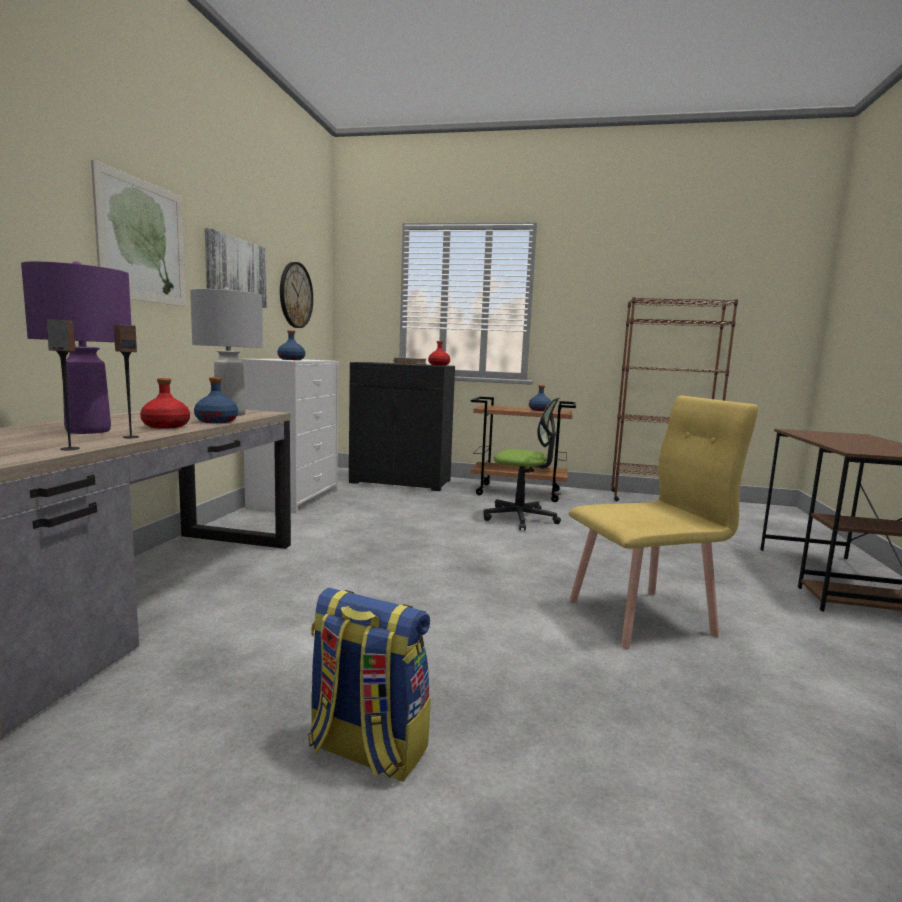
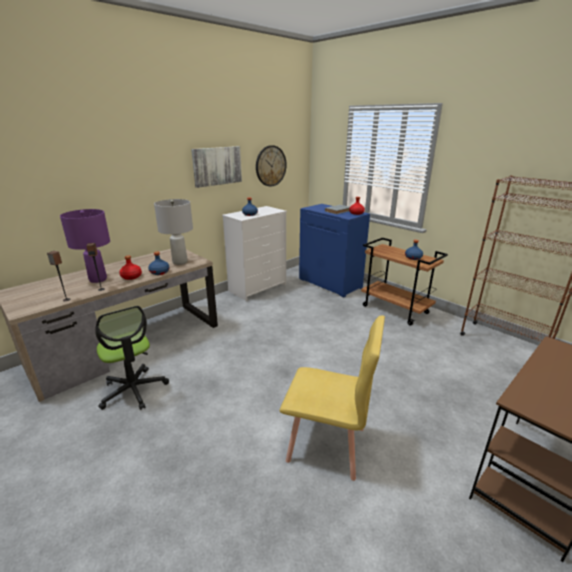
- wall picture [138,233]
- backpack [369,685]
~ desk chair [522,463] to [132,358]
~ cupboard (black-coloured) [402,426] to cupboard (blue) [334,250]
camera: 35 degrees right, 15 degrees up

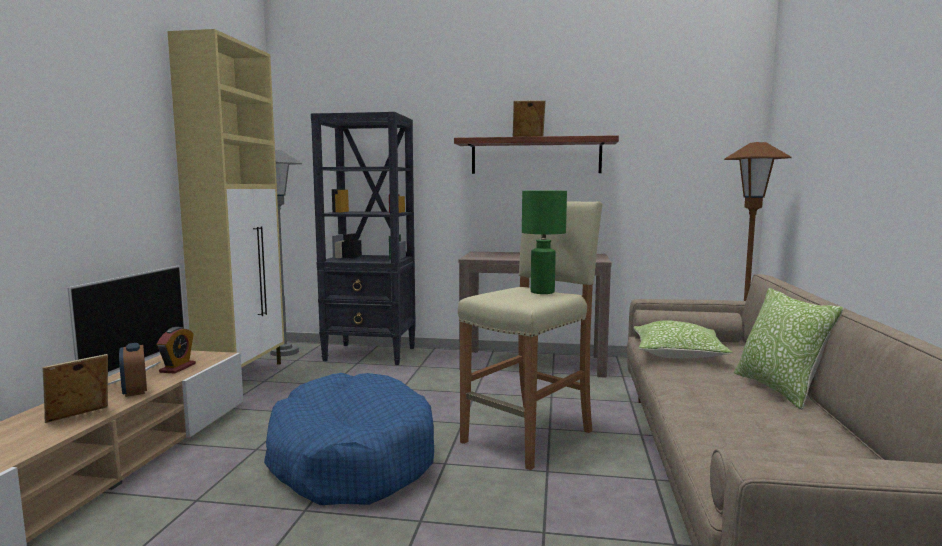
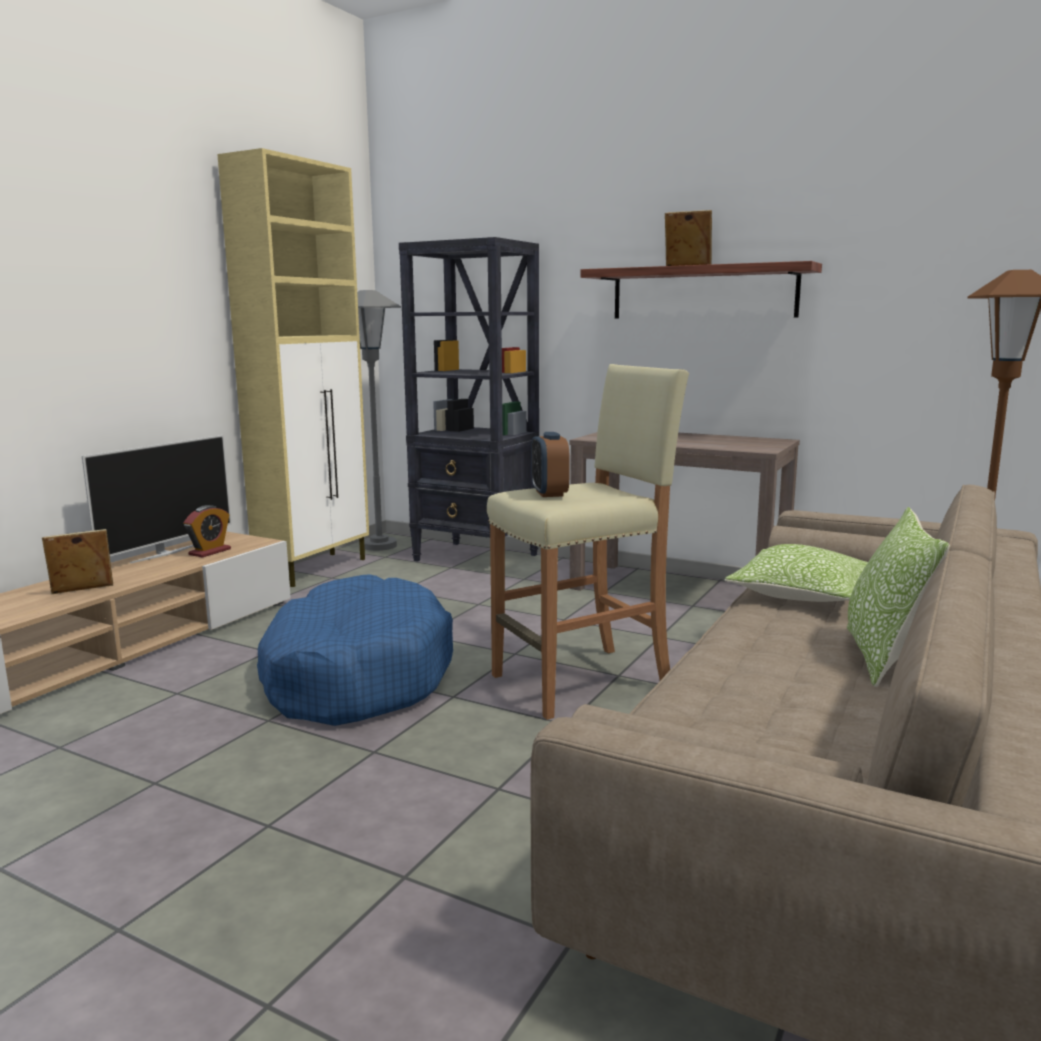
- tabletop lamp (greenish) [544,242]
~ table clock [133,370] to [550,464]
camera: 20 degrees right, 5 degrees up

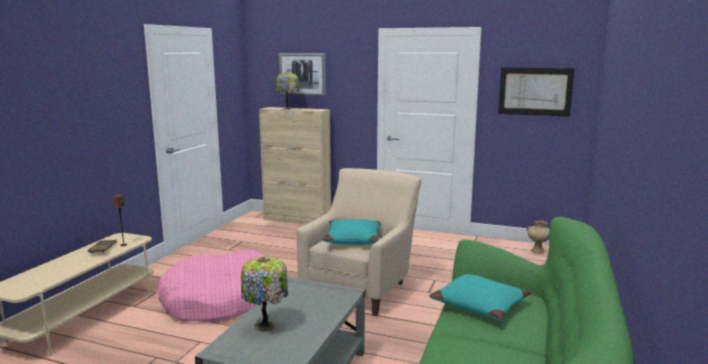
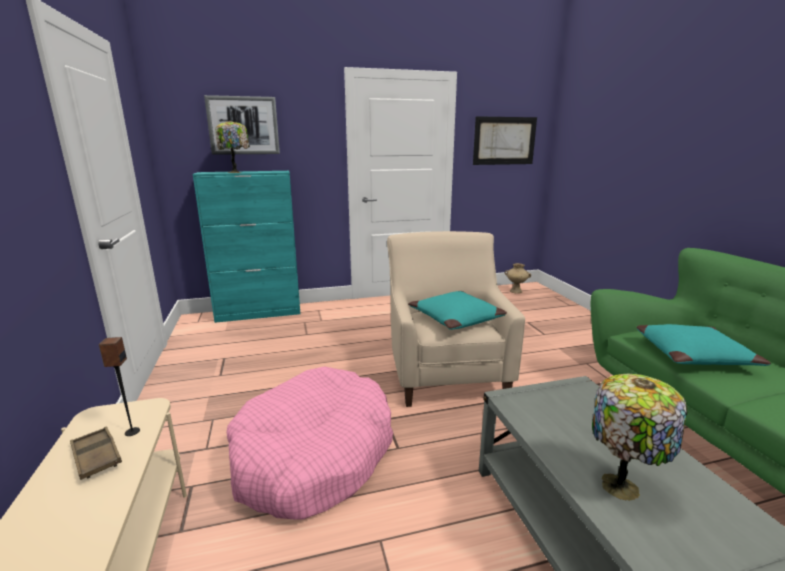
~ cupboard (beige) [295,166] to cupboard (blue-green) [246,247]
camera: 35 degrees left, 5 degrees up

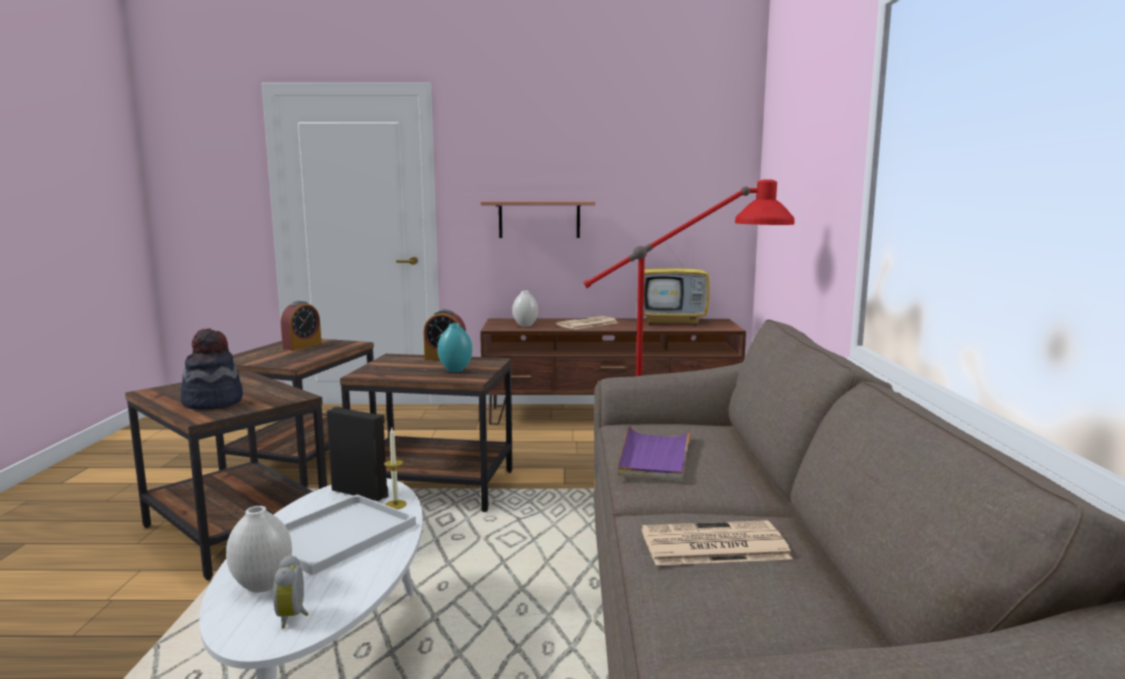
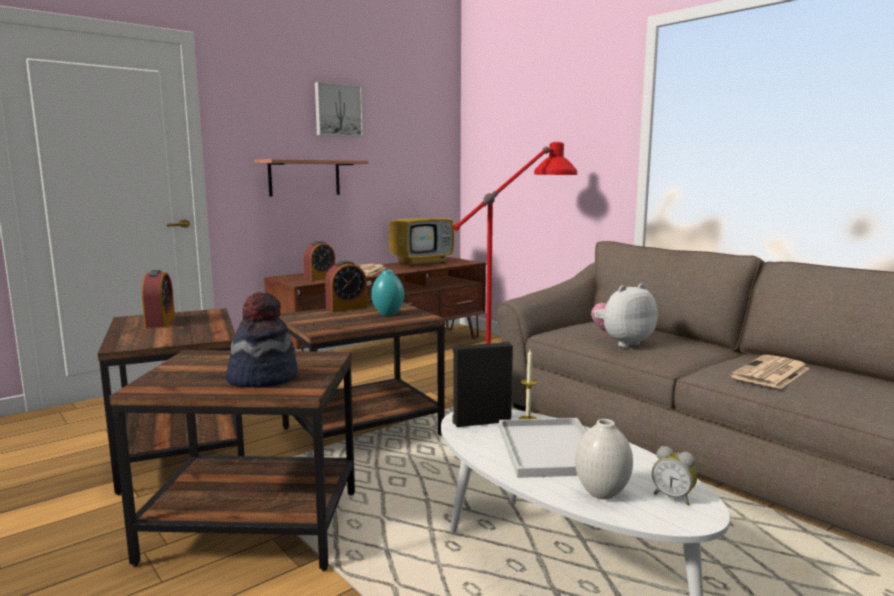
+ wall picture [339,109]
~ flower vase (white-coloured) [525,309] to table clock [319,261]
~ serving tray (purple-coloured) [655,452] to soft toy [624,315]
camera: 40 degrees left, 0 degrees up

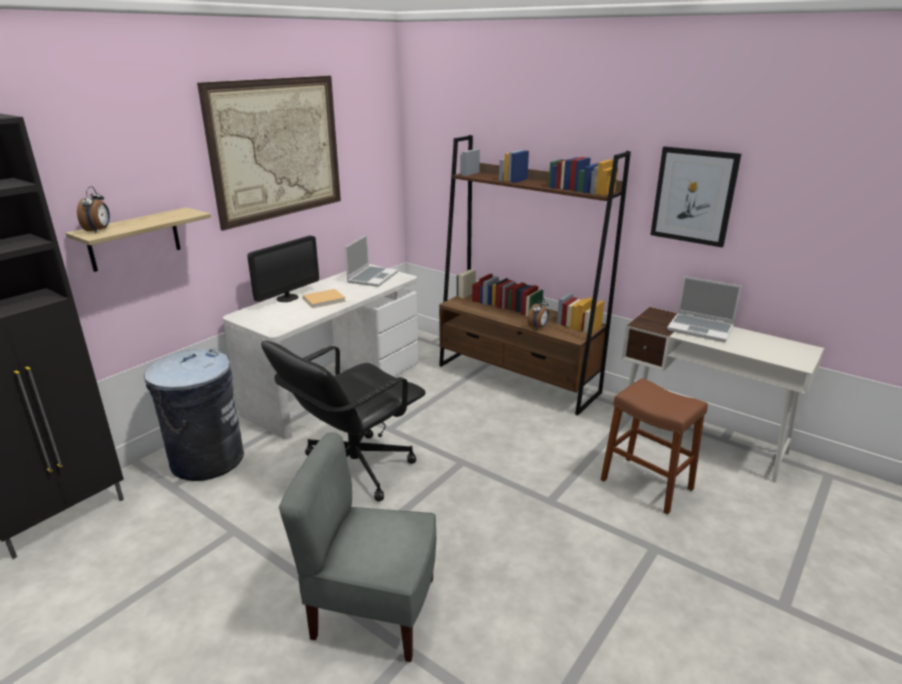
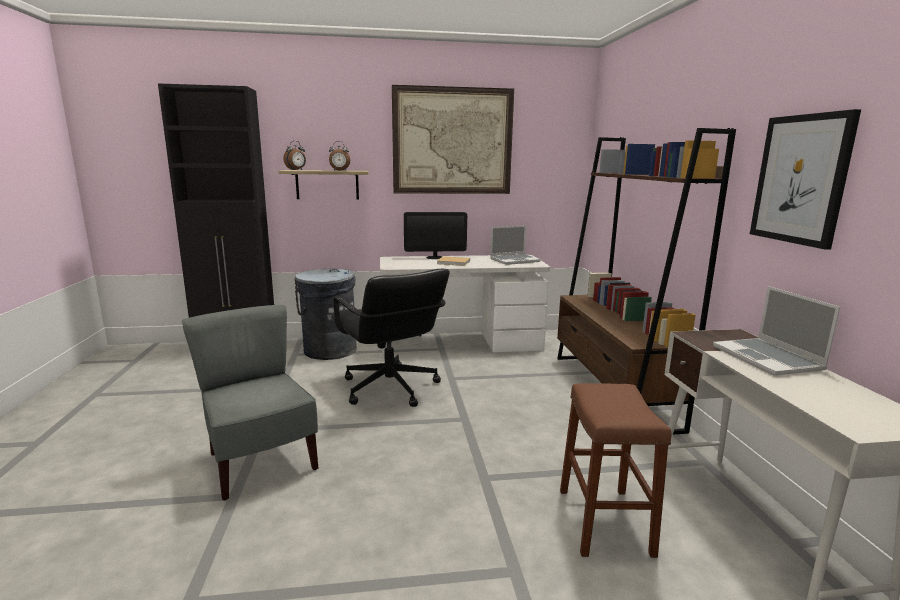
~ table clock [538,313] to [339,156]
~ desk chair (black-coloured) [343,421] = [390,338] 120 degrees counterclockwise
camera: 45 degrees right, 10 degrees down

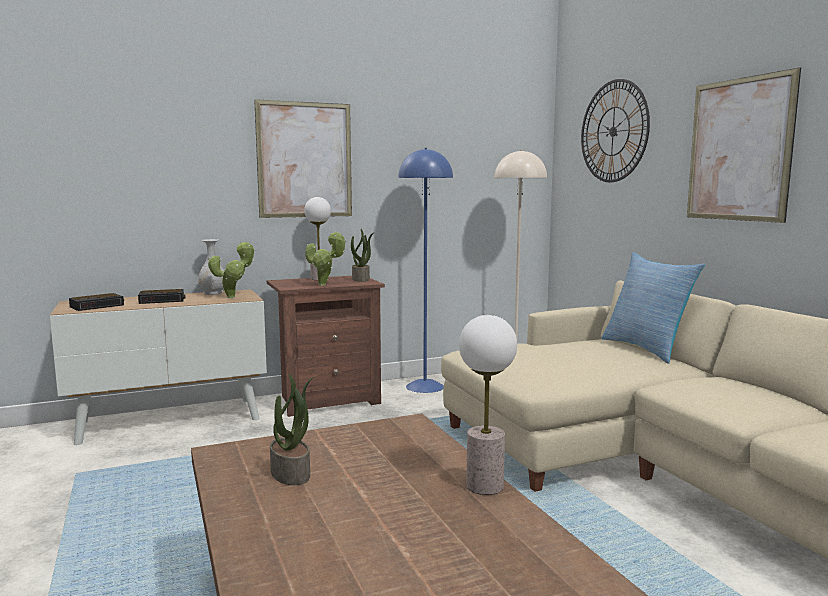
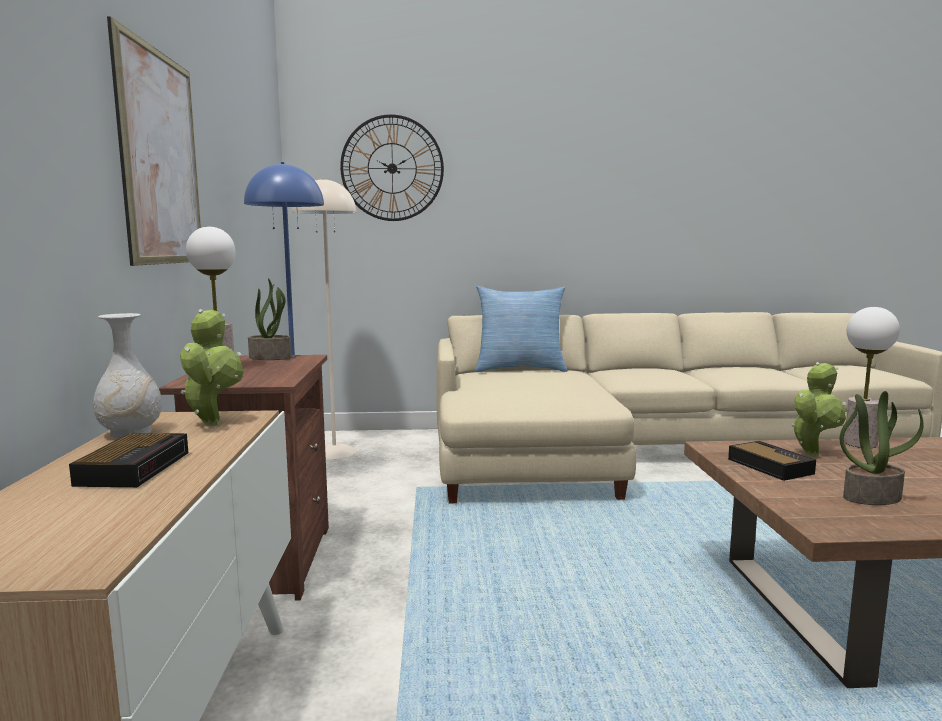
- wall picture [744,145]
~ table clock [96,302] to [772,461]
~ plant in a pot [325,258] to [818,409]
camera: 70 degrees left, 0 degrees up

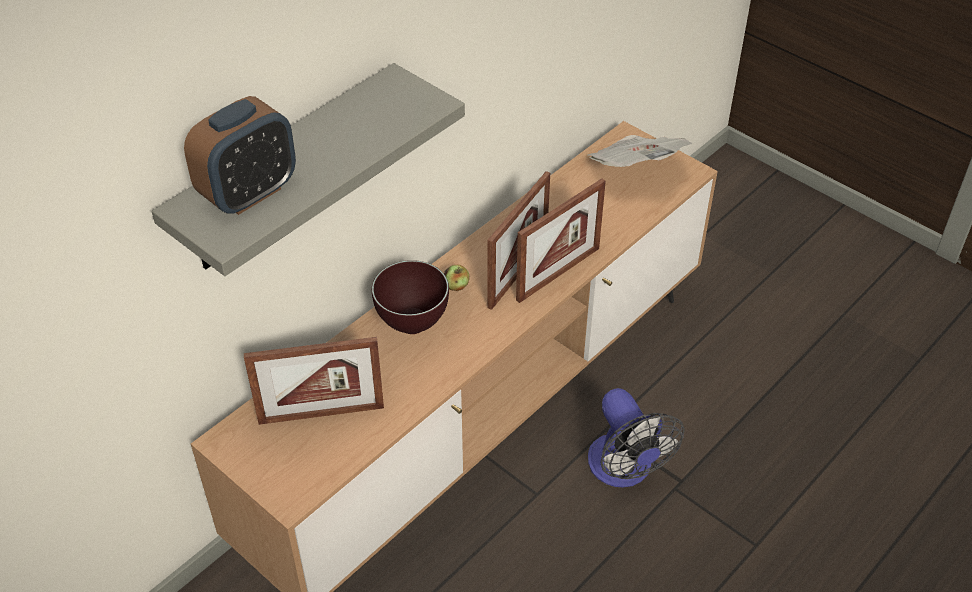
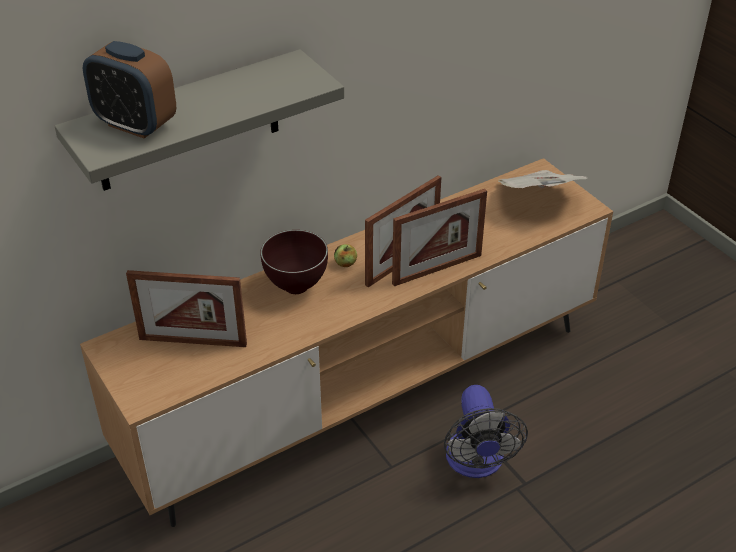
~ table clock [240,155] = [129,89] 60 degrees clockwise
camera: 15 degrees right, 5 degrees down

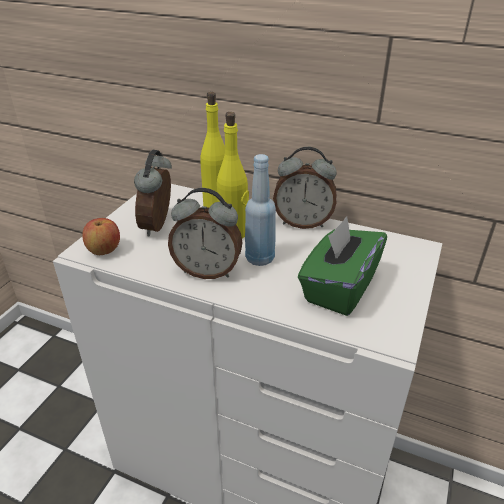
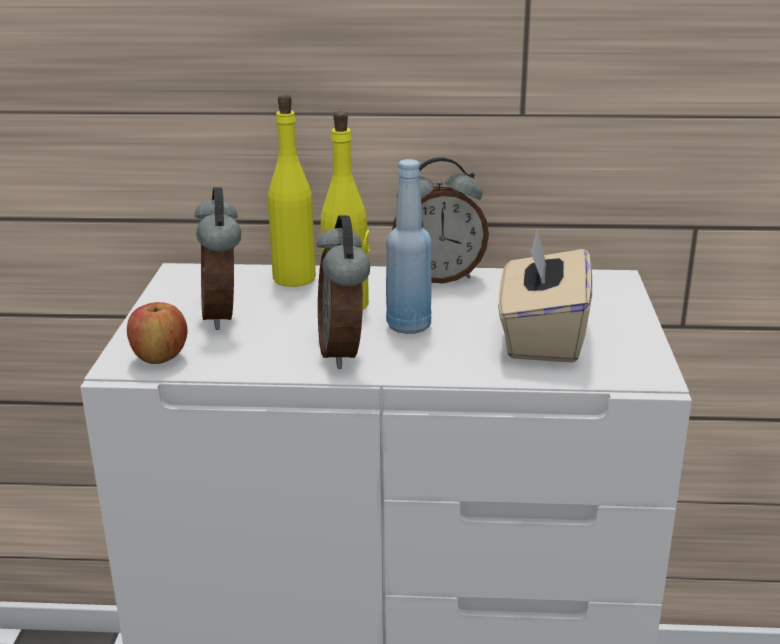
~ tissue holder (greenish) [342,266] to tissue holder (beige) [545,296]
~ table clock [205,233] = [343,292] 90 degrees clockwise
camera: 20 degrees left, 10 degrees down

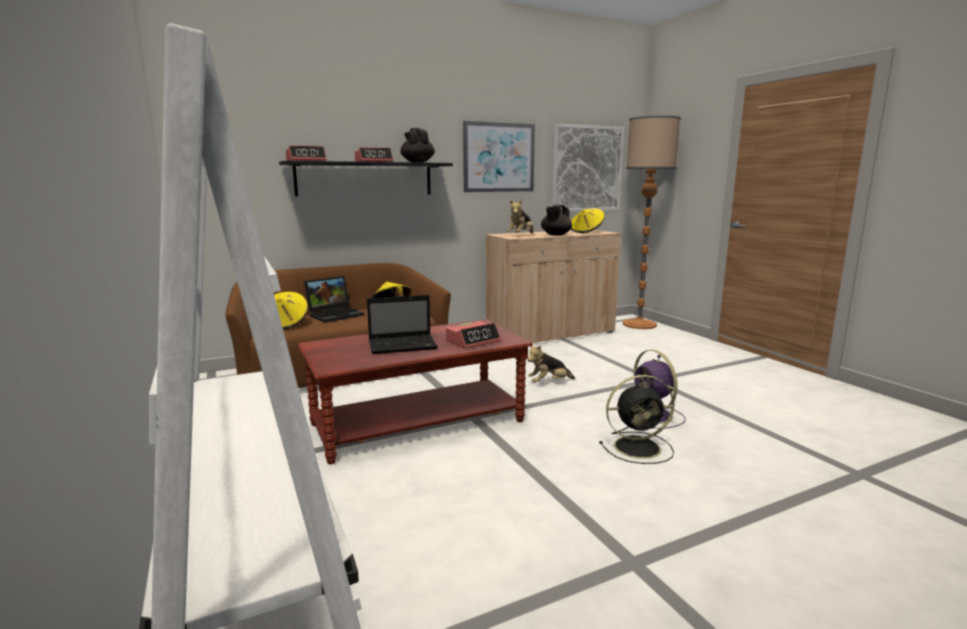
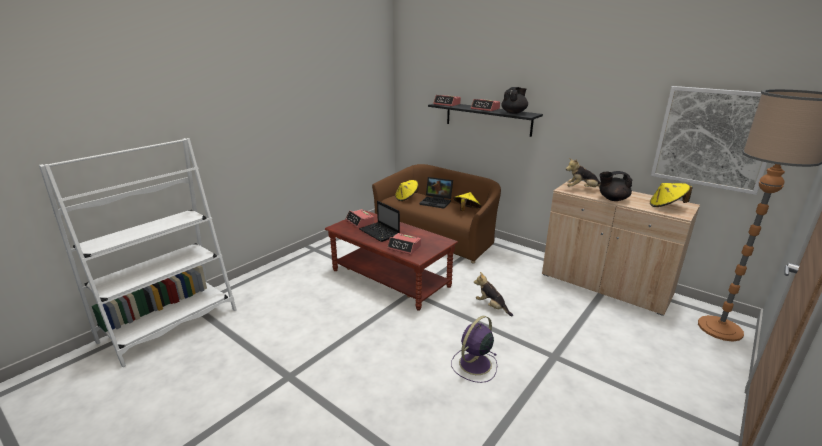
- wall picture [499,156]
- electric fan (black-coloured) [636,419]
+ table clock [359,218]
camera: 65 degrees right, 10 degrees up

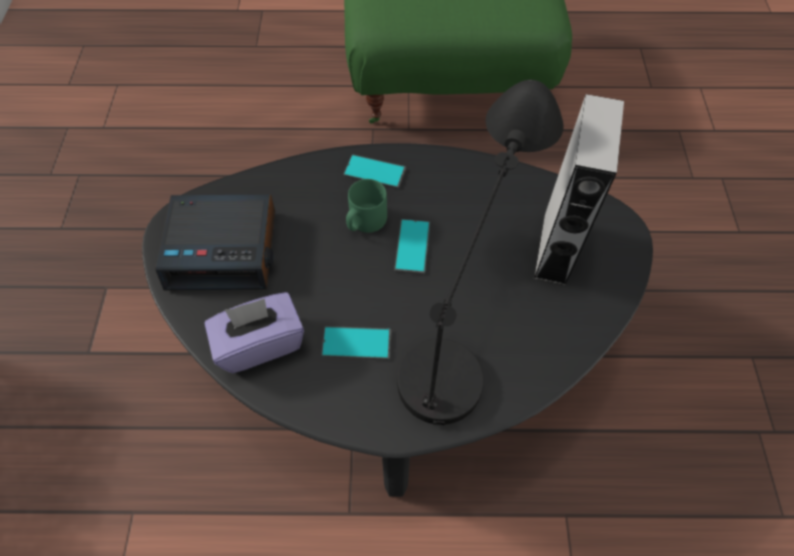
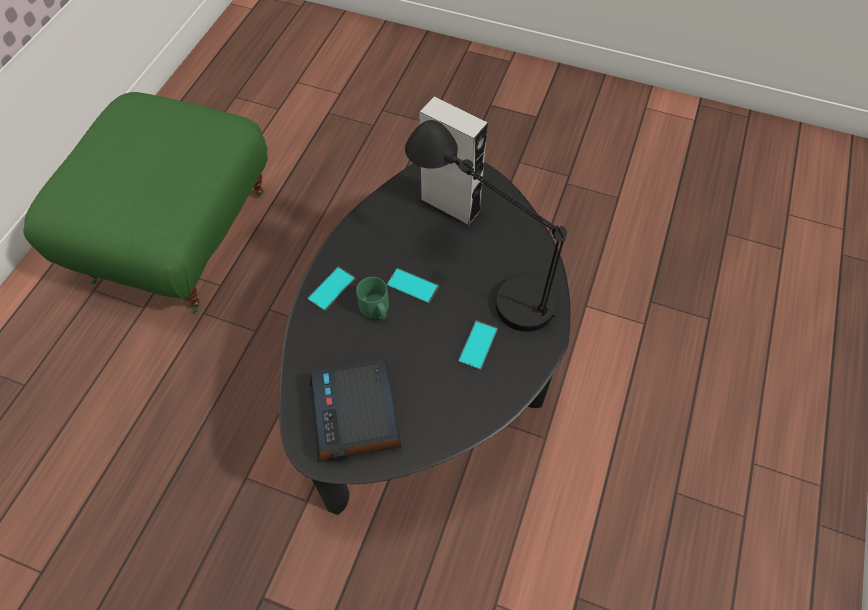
- tissue holder (purple-coloured) [254,332]
~ table clock [215,242] = [355,411] 150 degrees clockwise
camera: 70 degrees left, 0 degrees up

